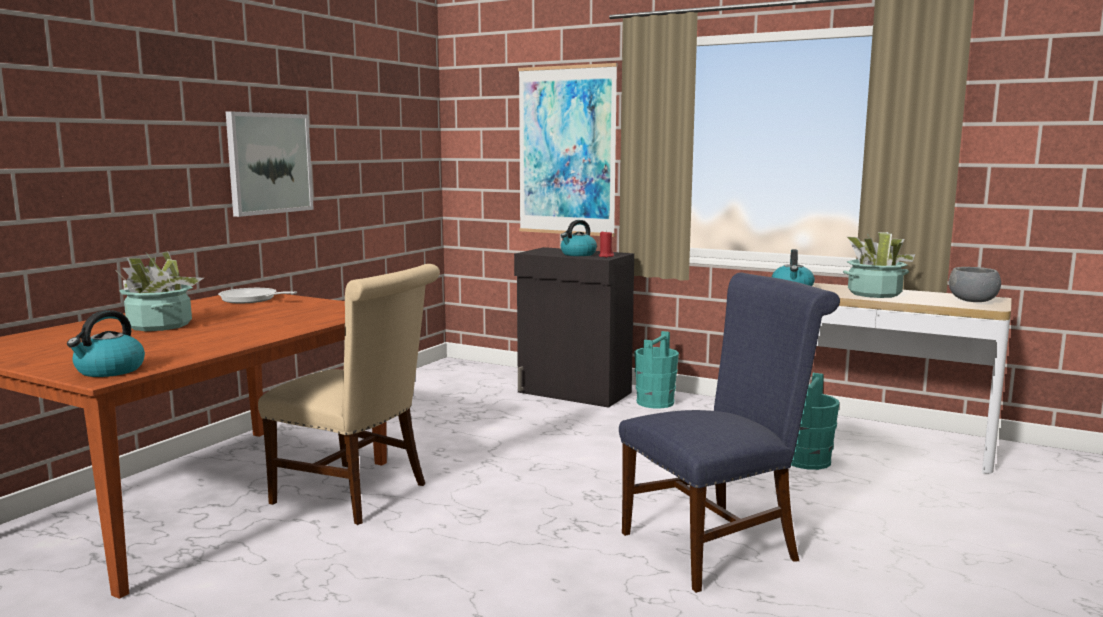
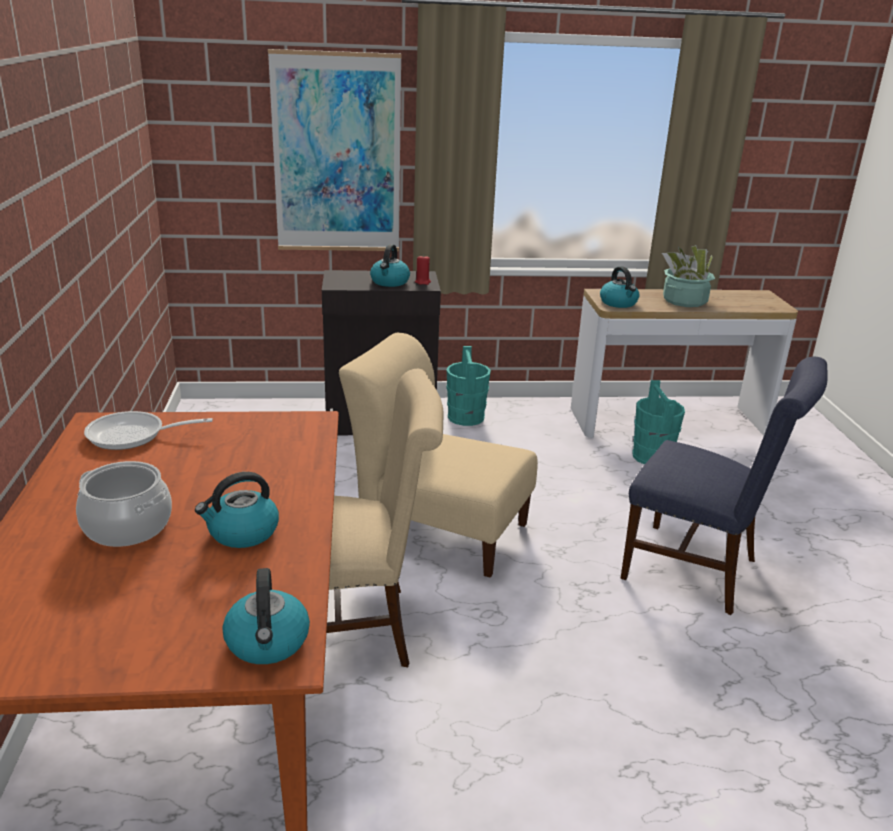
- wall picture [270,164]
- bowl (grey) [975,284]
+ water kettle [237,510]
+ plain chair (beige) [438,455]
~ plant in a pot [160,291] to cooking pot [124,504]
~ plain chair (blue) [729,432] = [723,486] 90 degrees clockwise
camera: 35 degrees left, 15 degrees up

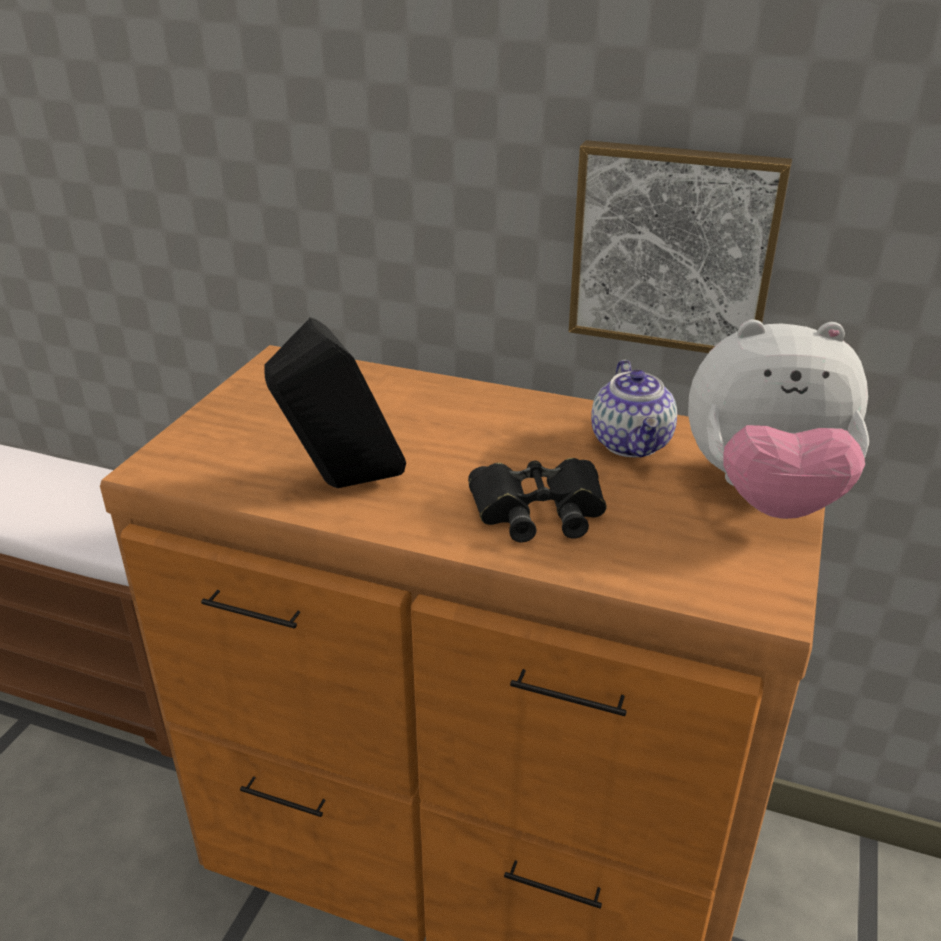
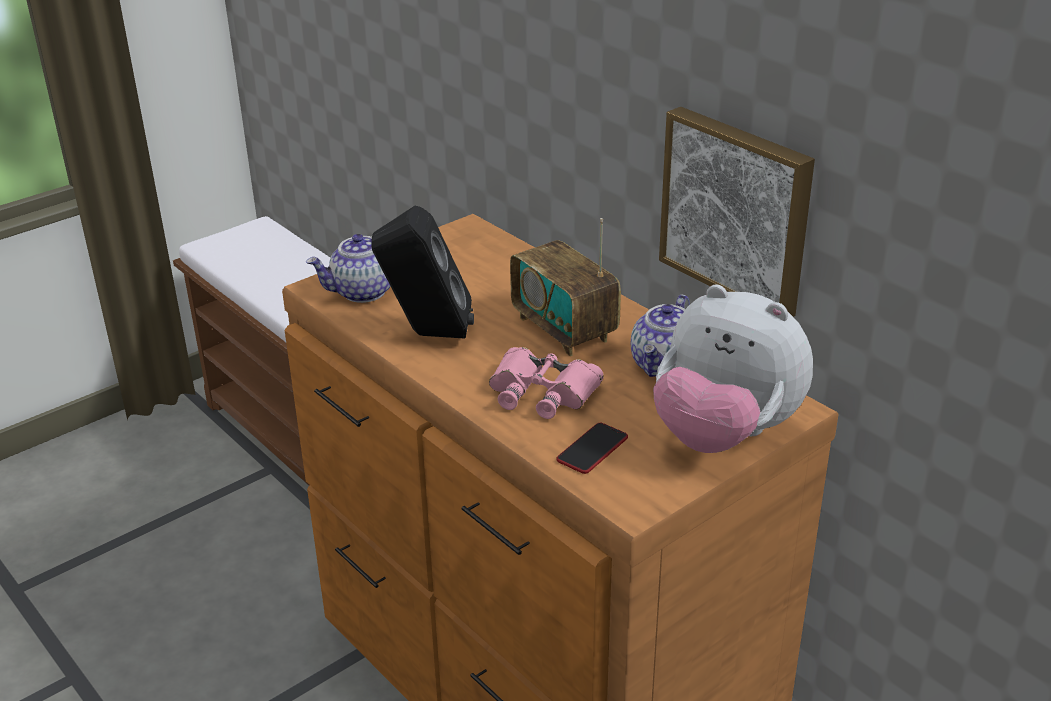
+ teapot [348,268]
+ radio [565,287]
+ phone [592,448]
~ binoculars (black-coloured) [537,500] to binoculars (pinkish) [546,383]
camera: 30 degrees right, 0 degrees up

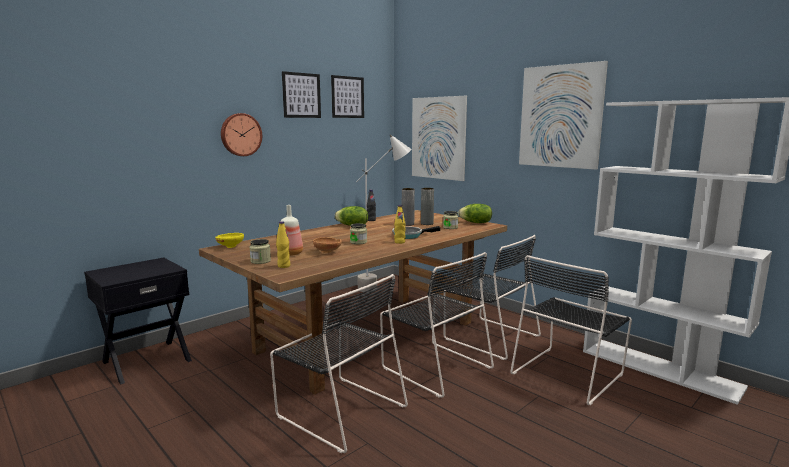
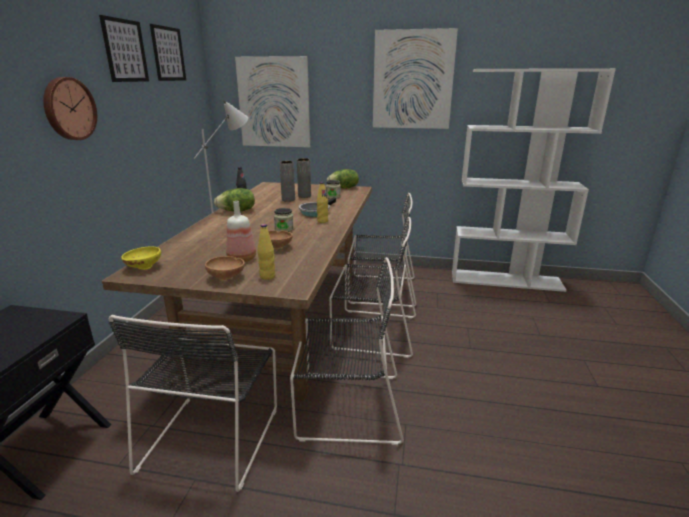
~ plain chair (black-coloured) [571,330] to [193,403]
~ storage jar [260,251] to bowl (brownish) [225,268]
camera: 35 degrees left, 10 degrees up

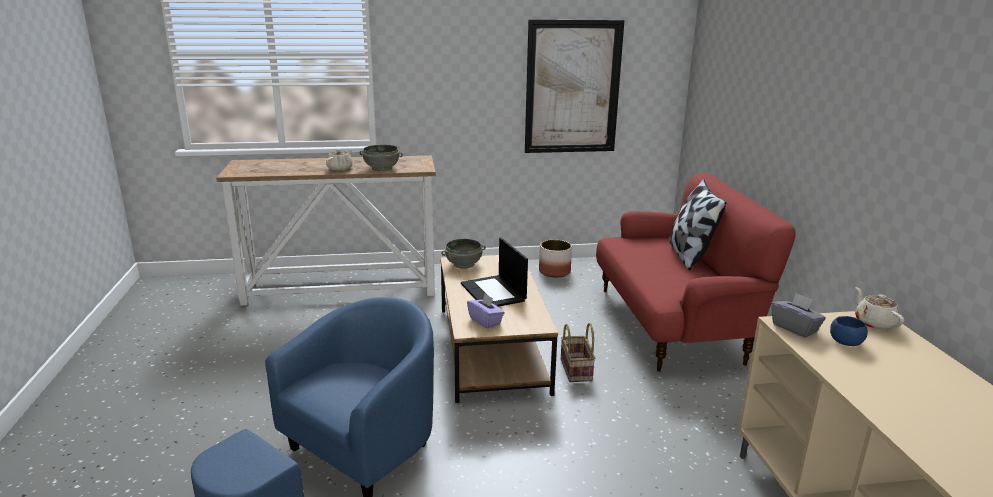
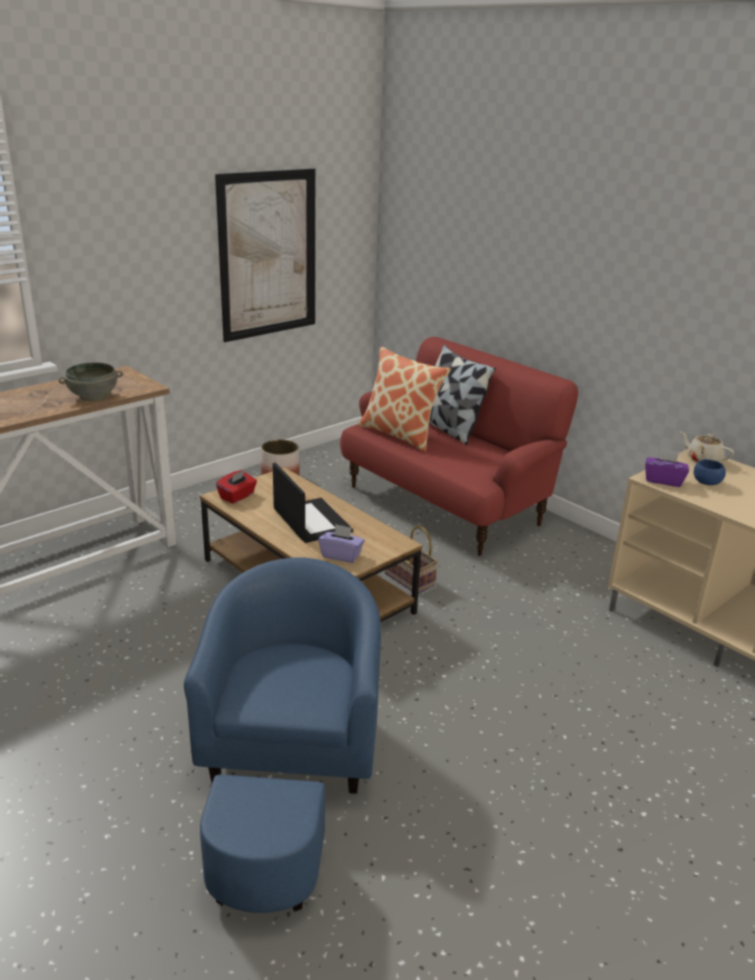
- teapot (beige) [339,160]
+ cushion [404,399]
~ bowl (grey) [463,254] to tissue holder (red-coloured) [236,486]
~ tissue holder (grey) [798,315] to tissue holder (purple-coloured) [667,468]
~ portable computer [494,272] = [313,503] 150 degrees counterclockwise
camera: 35 degrees left, 5 degrees up

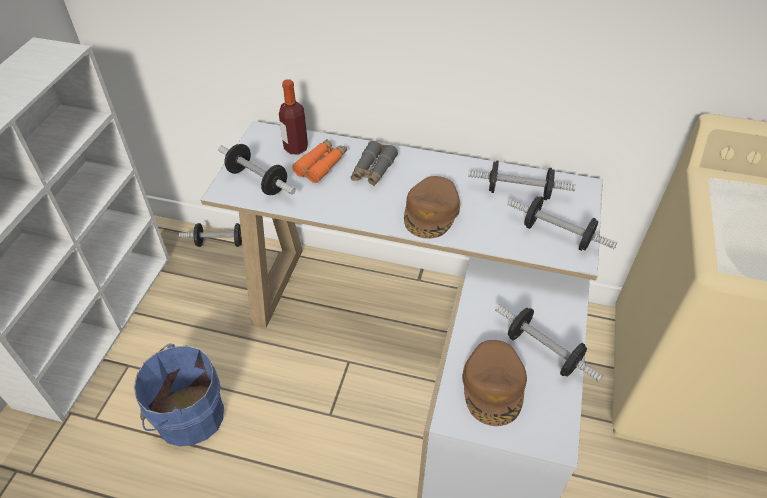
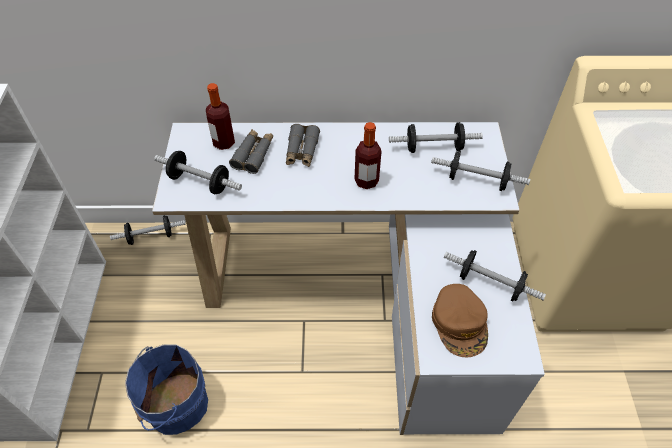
~ cap (brownish) [432,207] to beverage bottle [368,155]
~ binoculars (orange) [319,161] to binoculars (grey) [251,151]
camera: 15 degrees left, 5 degrees up

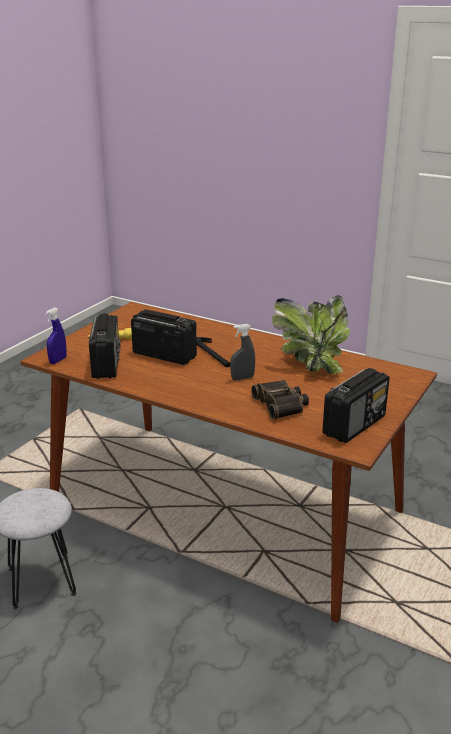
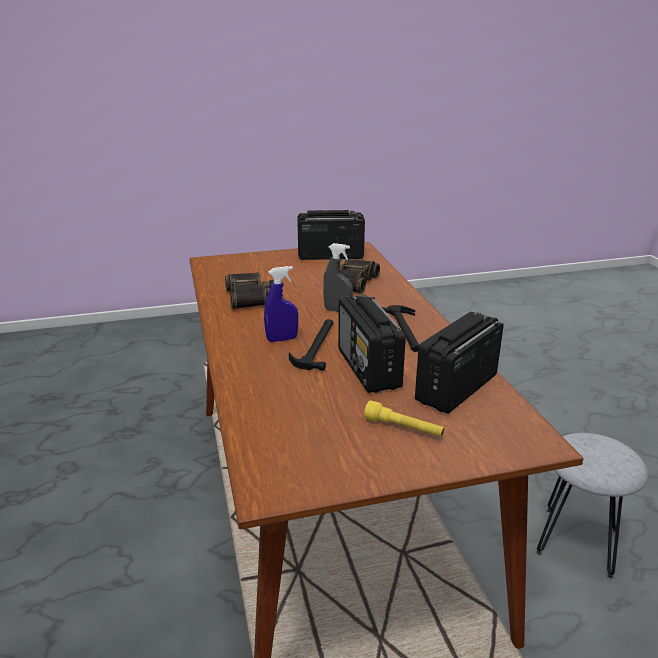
+ hand hammer [400,328]
~ sprayer (blue) [56,335] to [281,304]
~ plant in a pot [311,334] to binoculars [249,290]
camera: 135 degrees left, 0 degrees up

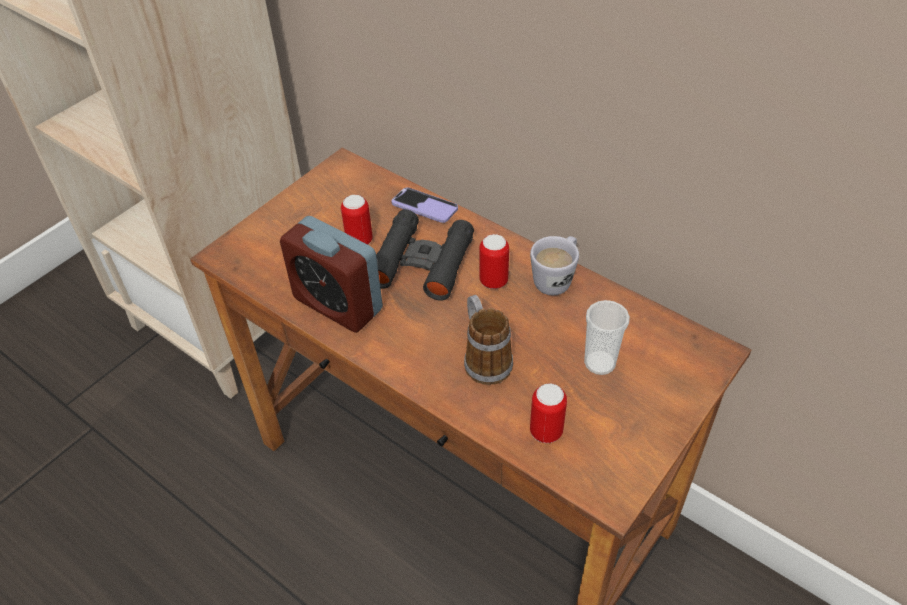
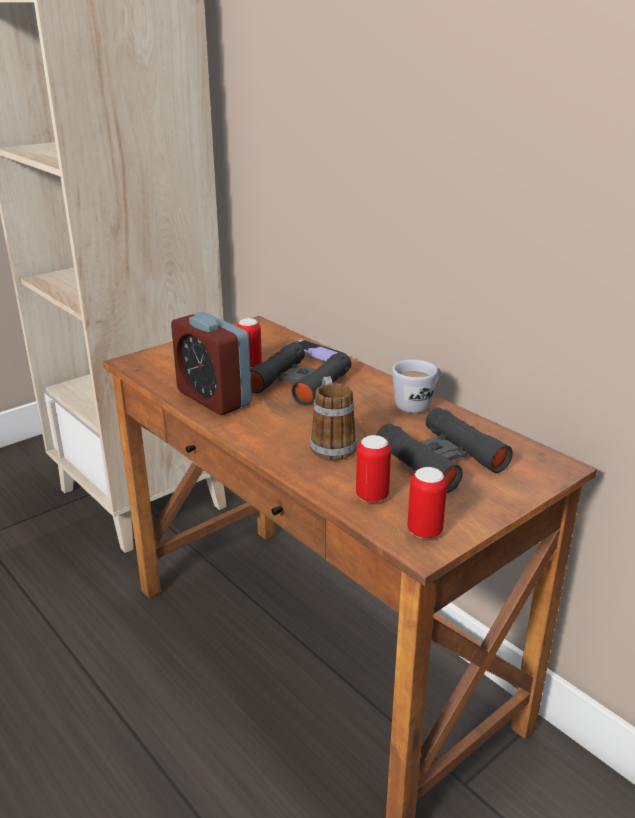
~ metal can [494,261] to [427,503]
~ drinking cup [607,337] to binoculars (black-coloured) [445,450]
camera: 10 degrees right, 20 degrees down

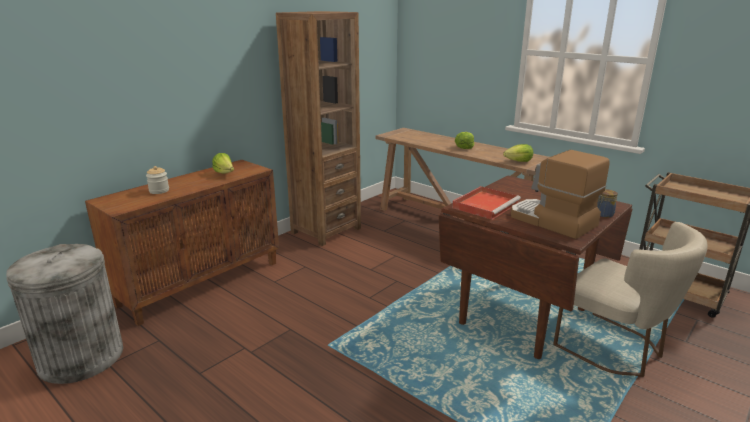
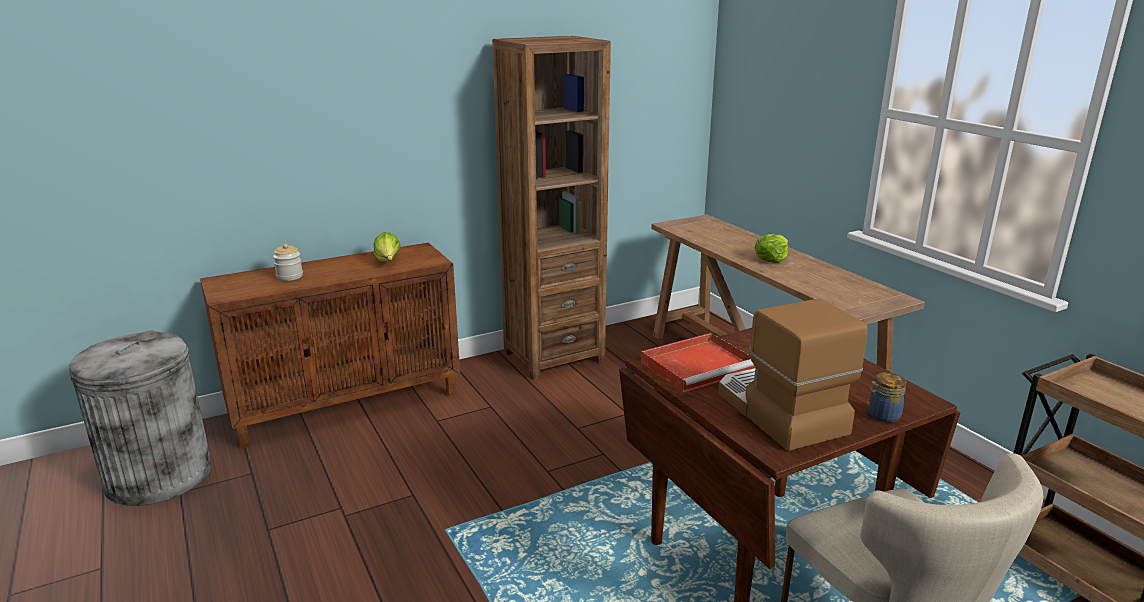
- head of lettuce [518,153]
camera: 20 degrees right, 0 degrees up

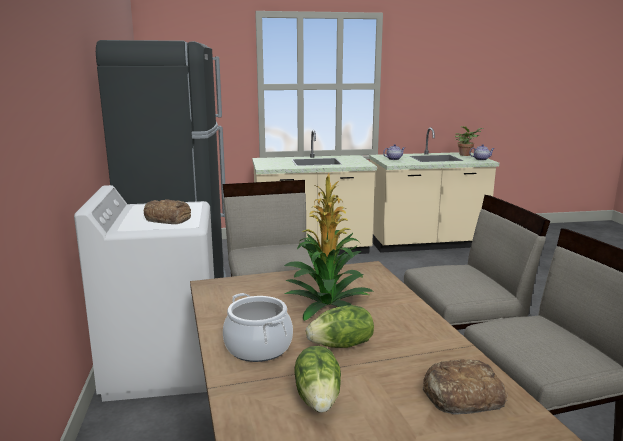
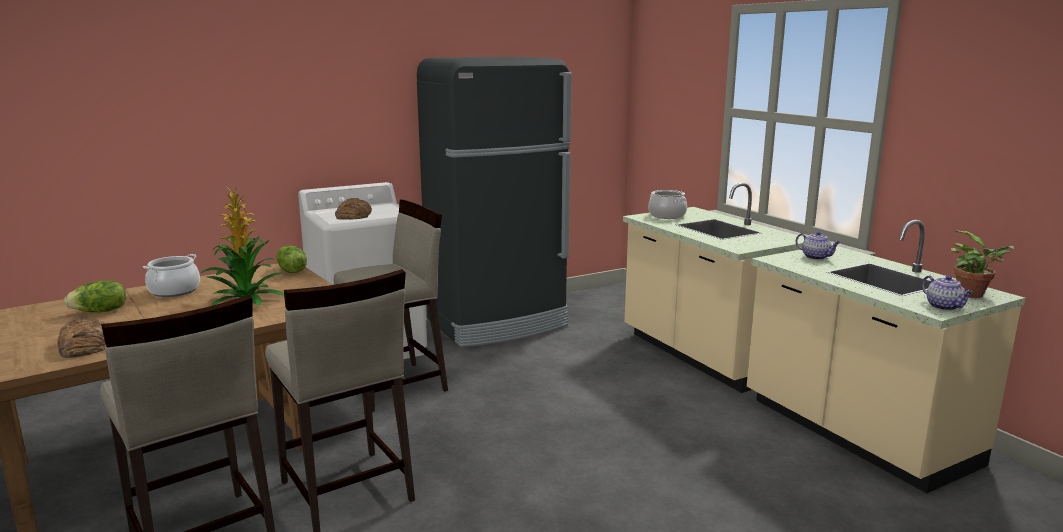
+ cooking pot [667,204]
~ head of lettuce [340,326] to [291,259]
camera: 70 degrees right, 0 degrees up

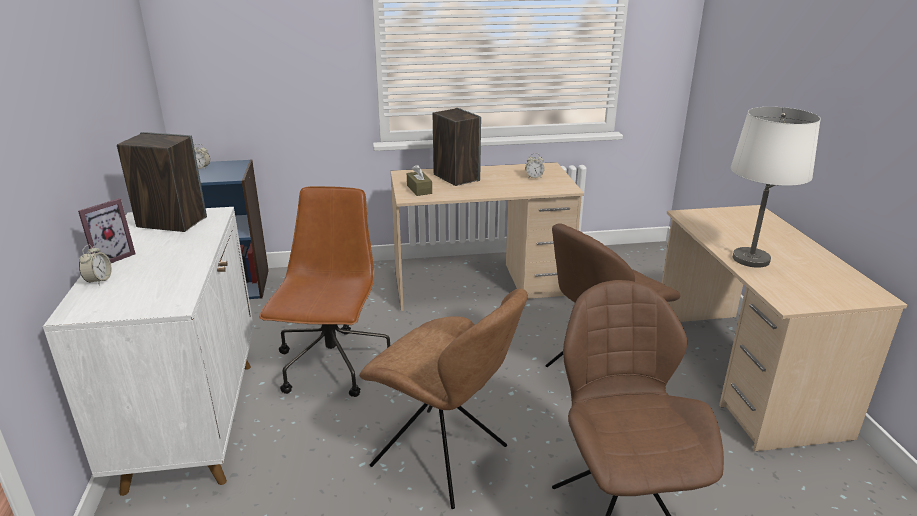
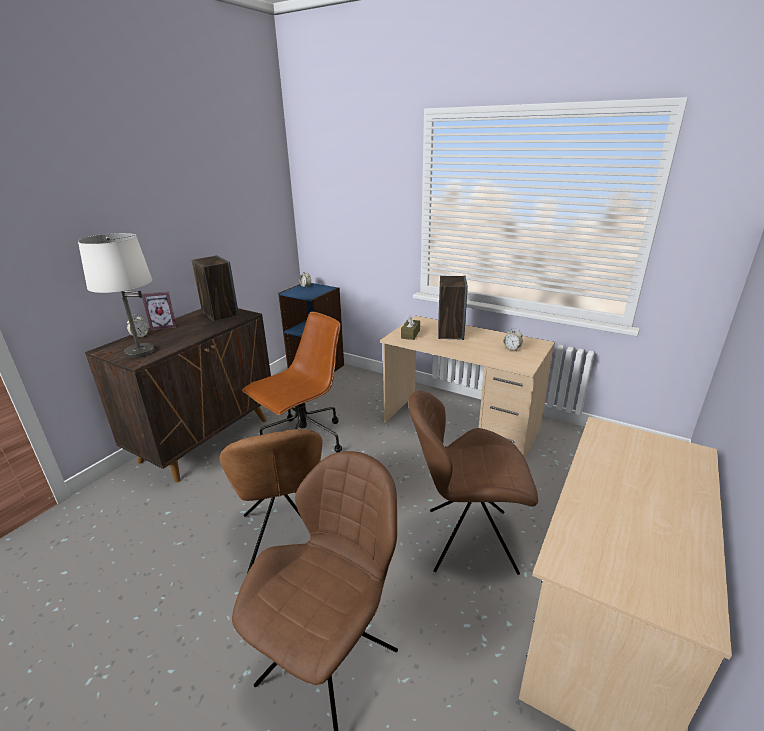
~ tabletop lamp (white-coloured) [775,187] to [116,295]
~ cupboard (white-coloured) [148,351] to cupboard (brownish) [178,395]
camera: 40 degrees right, 0 degrees up

